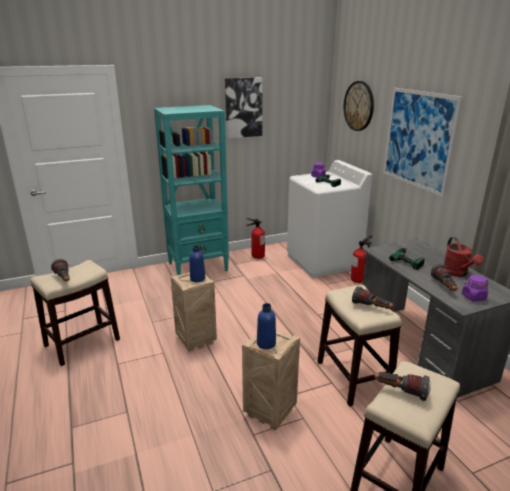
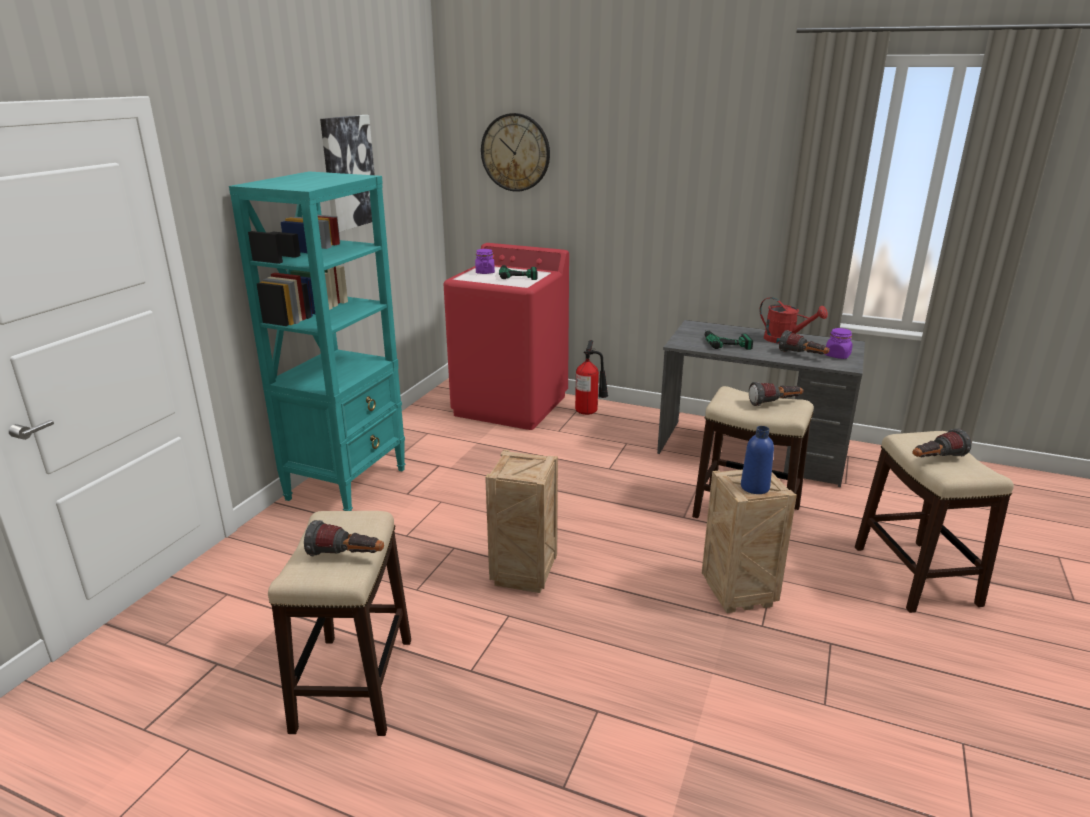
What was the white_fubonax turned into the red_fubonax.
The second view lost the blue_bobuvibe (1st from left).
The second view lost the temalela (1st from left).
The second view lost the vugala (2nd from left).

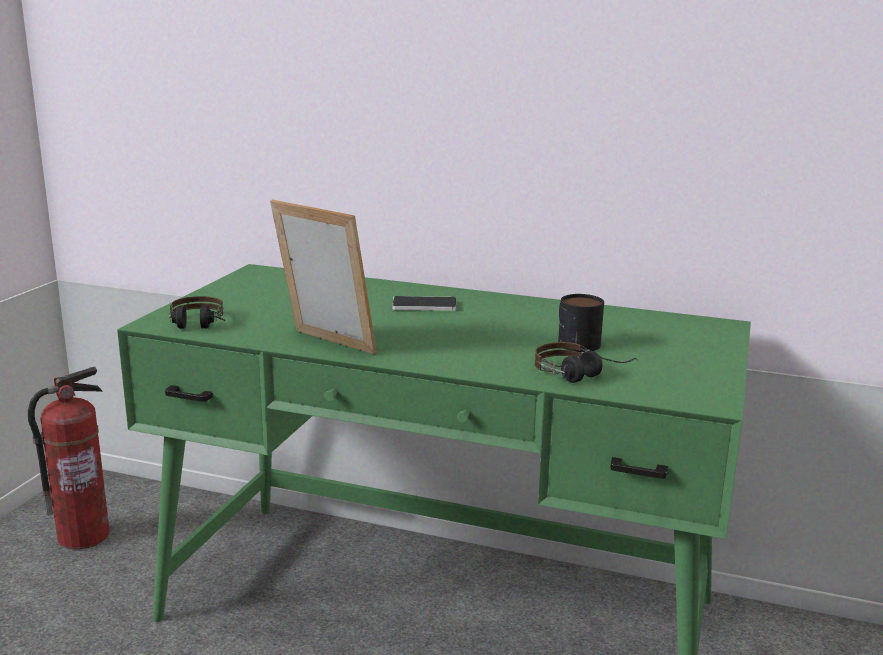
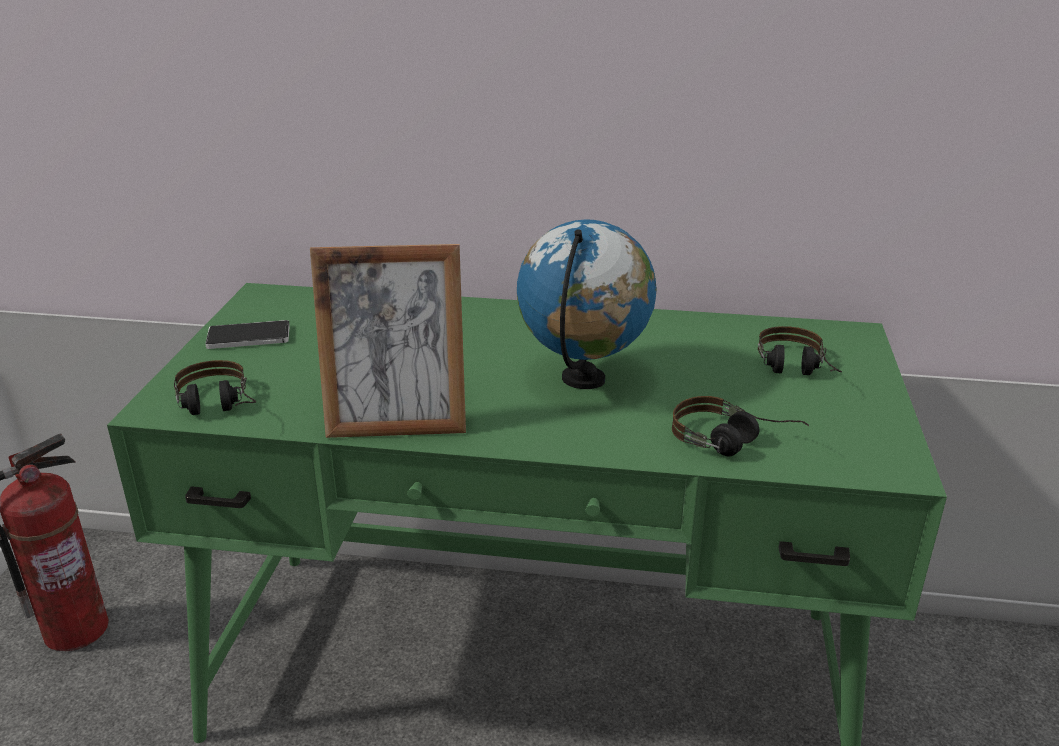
The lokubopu ended up elsewhere.
The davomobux ended up facing another way, 150 degrees clockwise from before.
The second view gained the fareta.
The second view gained the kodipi (3rd from left).
The second view lost the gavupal.

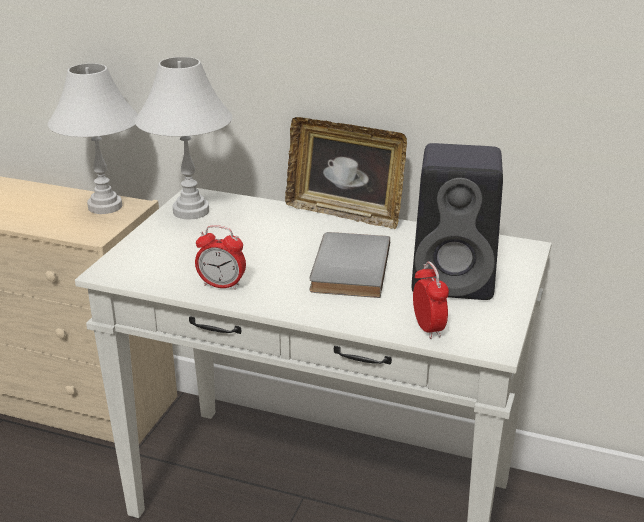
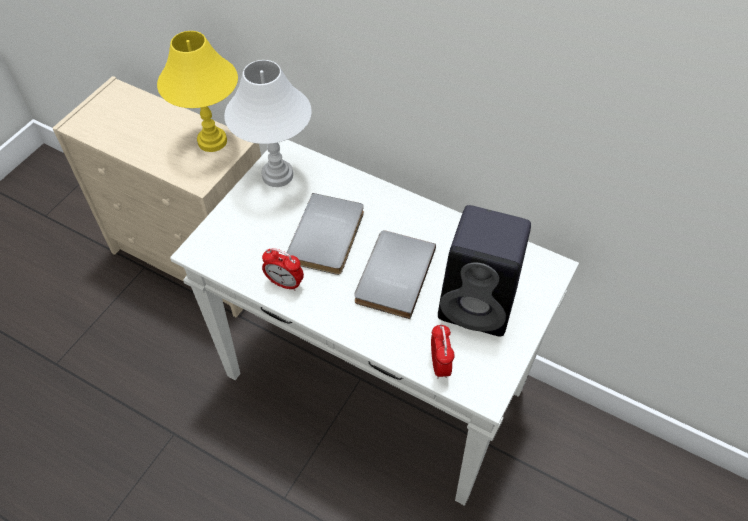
What was the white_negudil (1st from left) turned into the yellow_negudil.
The second view gained the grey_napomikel (1st from left).
The second view lost the davomobux.

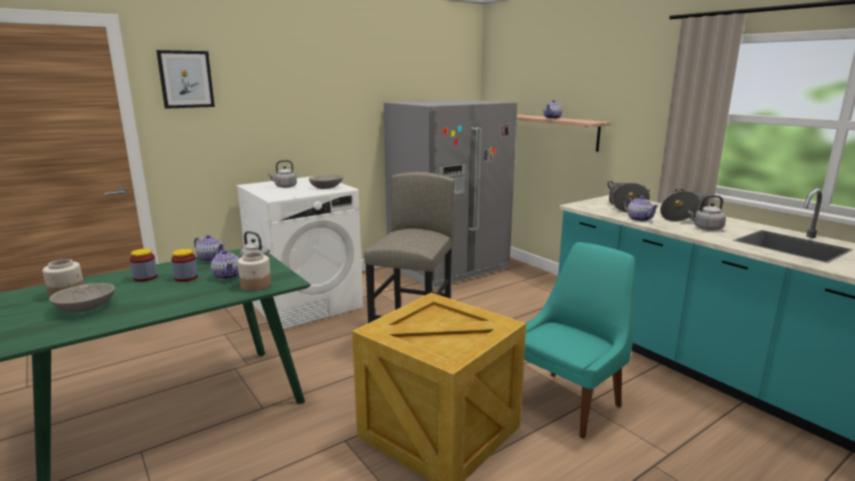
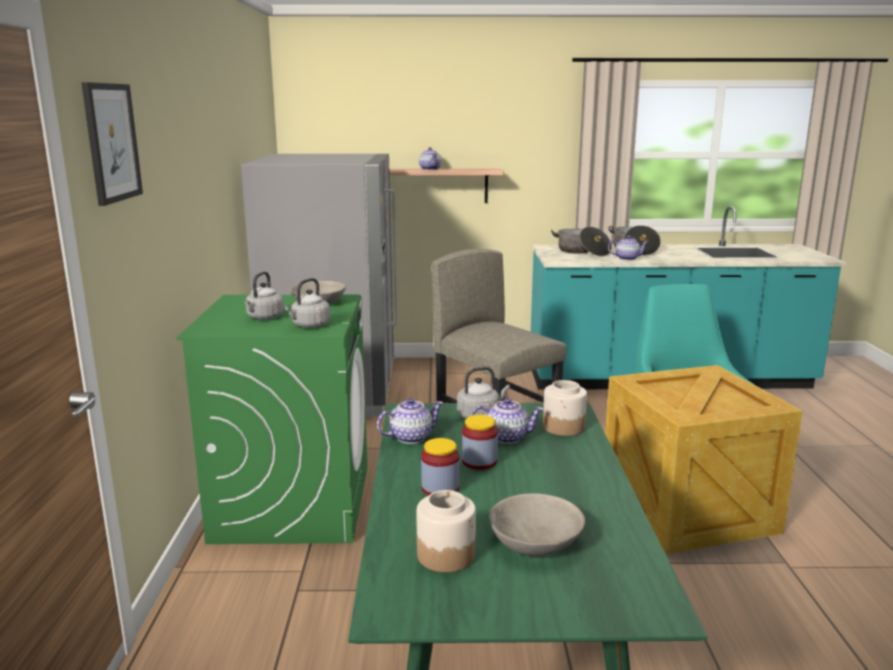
What was the white_fubonax turned into the green_fubonax.
The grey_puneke (3rd from left in the first image) ended up elsewhere.

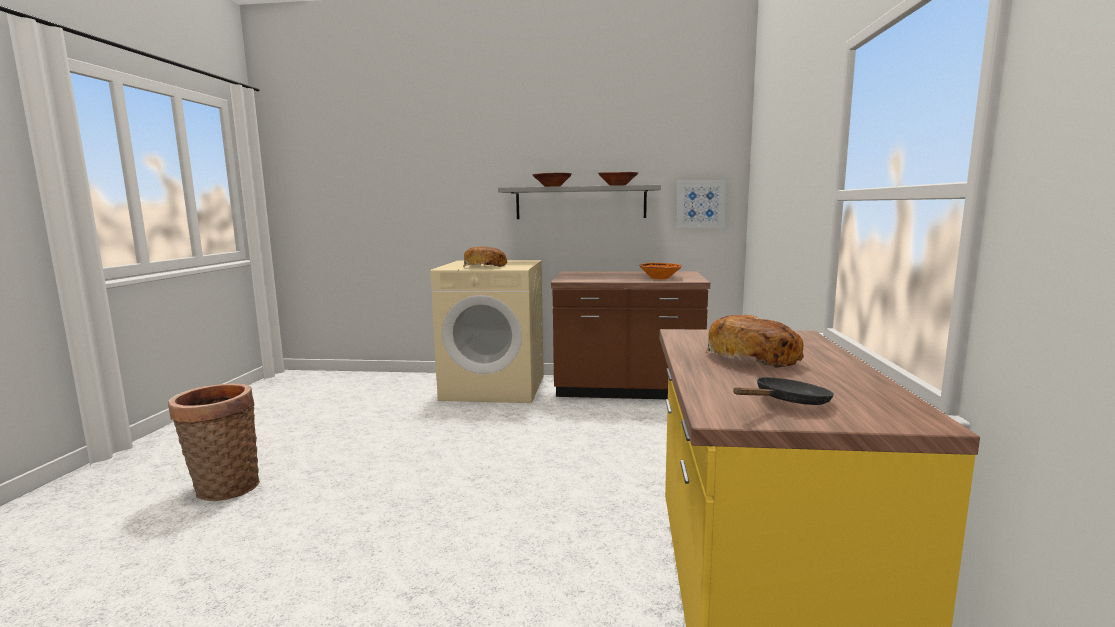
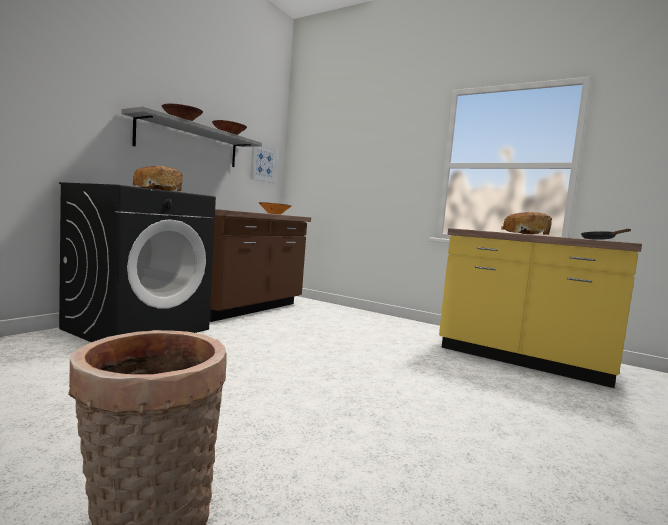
What was the beige_fubonax turned into the black_fubonax.

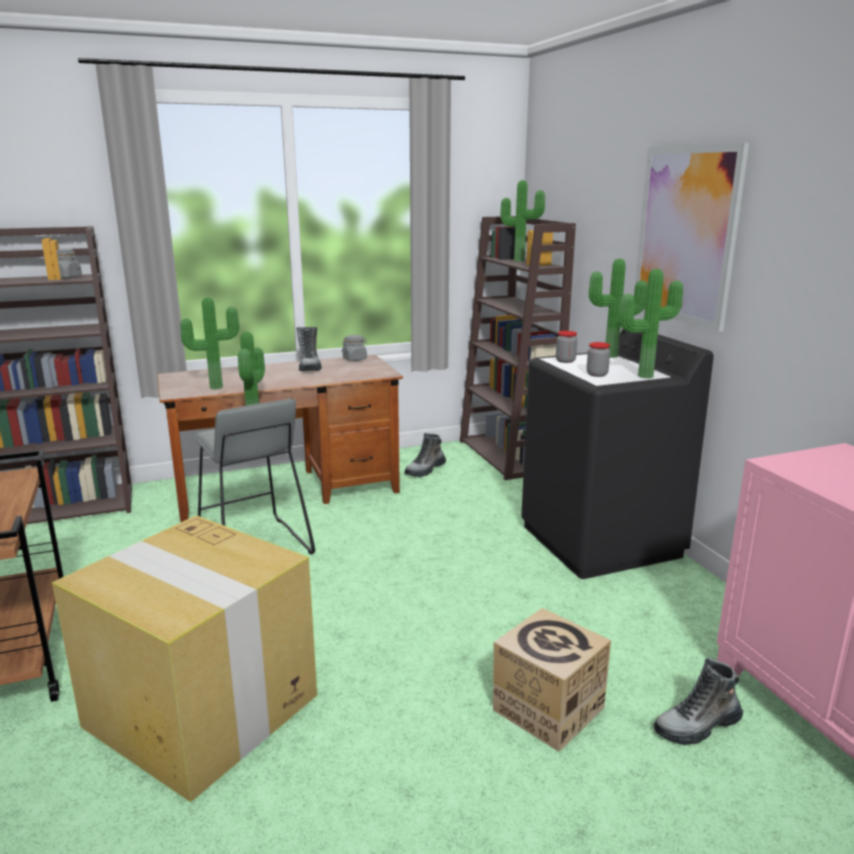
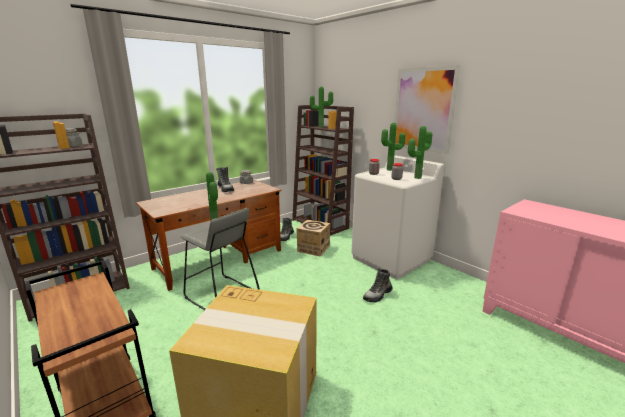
The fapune (2nd from left) ended up elsewhere.
What was the black_fubonax turned into the white_fubonax.
The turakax (3rd from left) ended up elsewhere.
The second view lost the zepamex (1st from left).

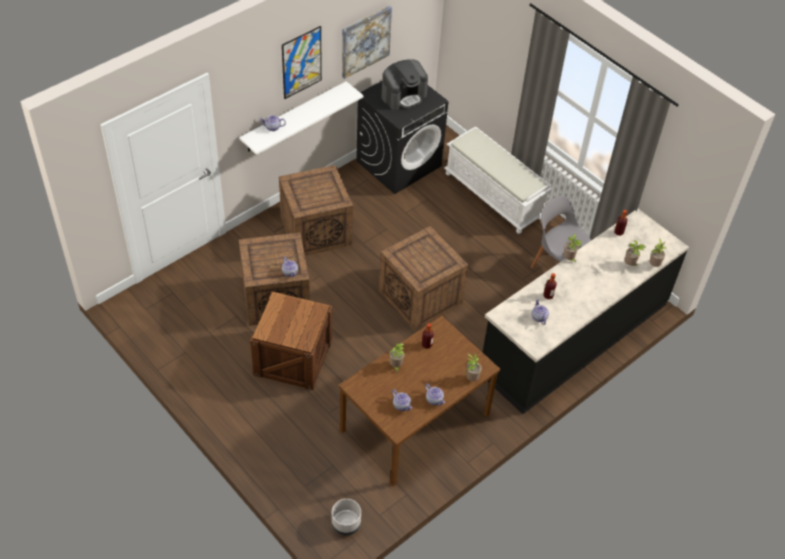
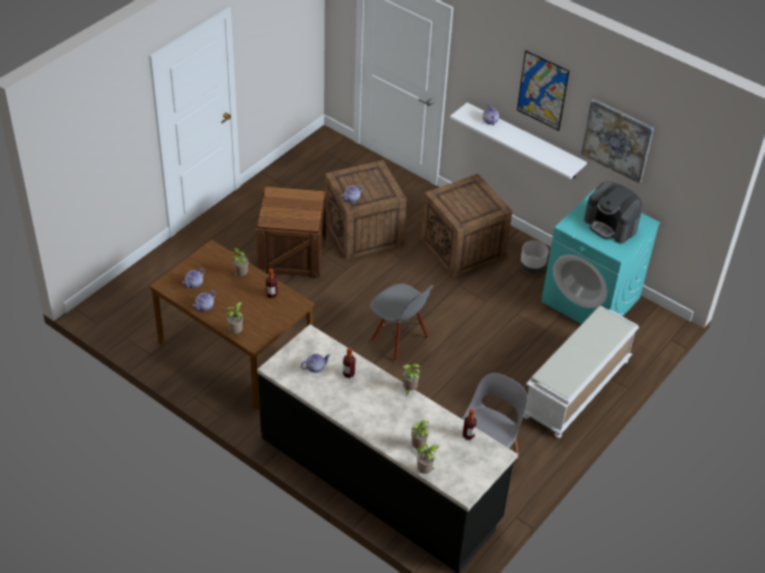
Where the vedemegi (4th from left) stood, the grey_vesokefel (1st from left) came to stand.
The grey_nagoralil ended up elsewhere.
What was the black_fubonax turned into the turquoise_fubonax.

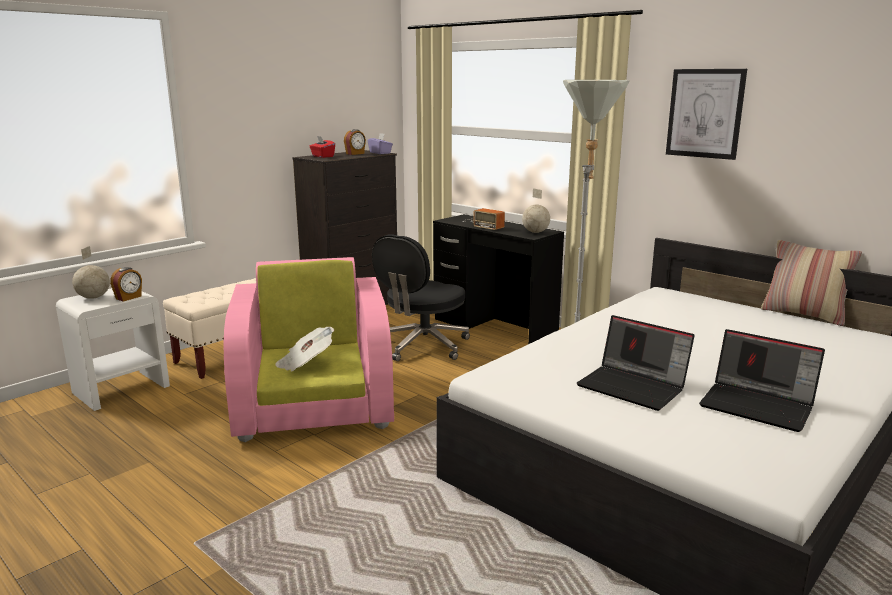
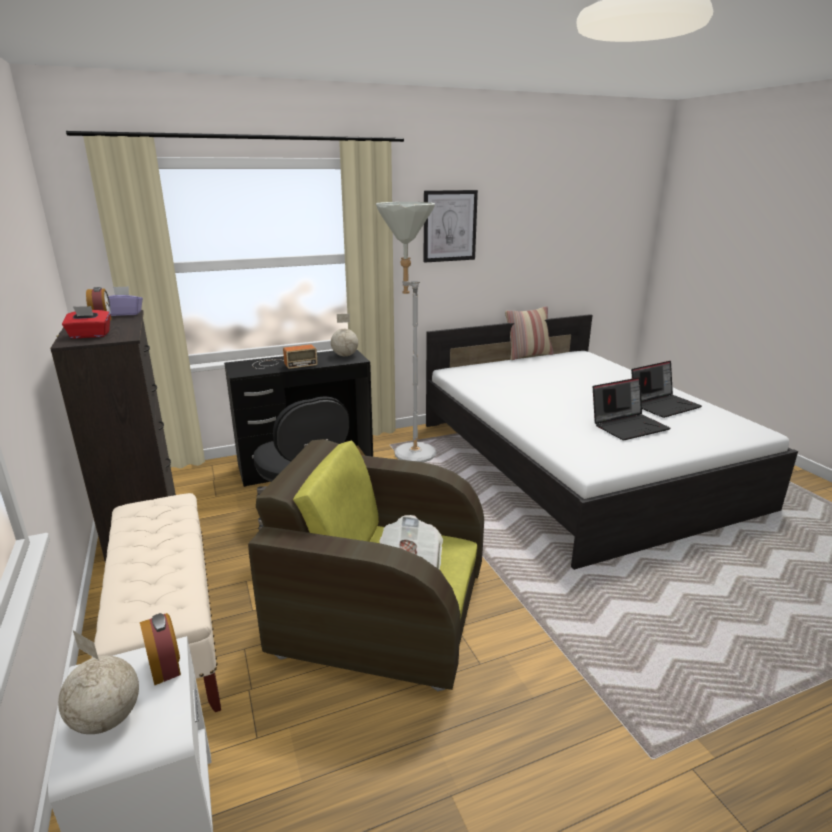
What was the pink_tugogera turned into the brown_tugogera.

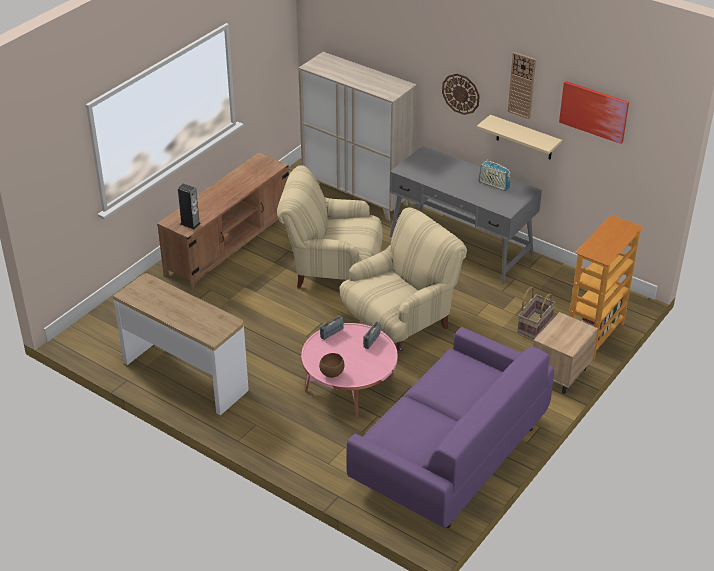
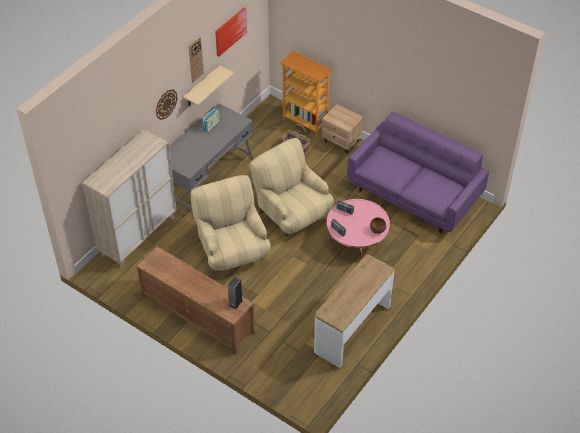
The beige_tugogera (1st from left) ended up facing another way, 150 degrees clockwise from before.

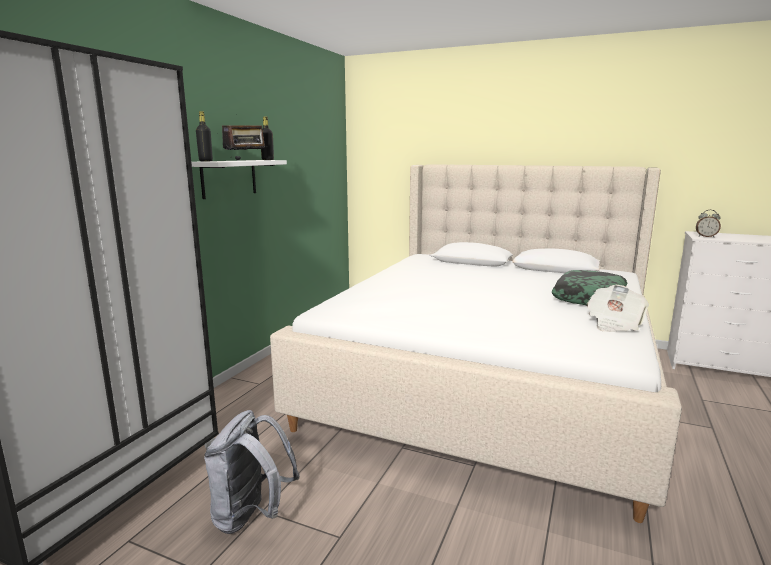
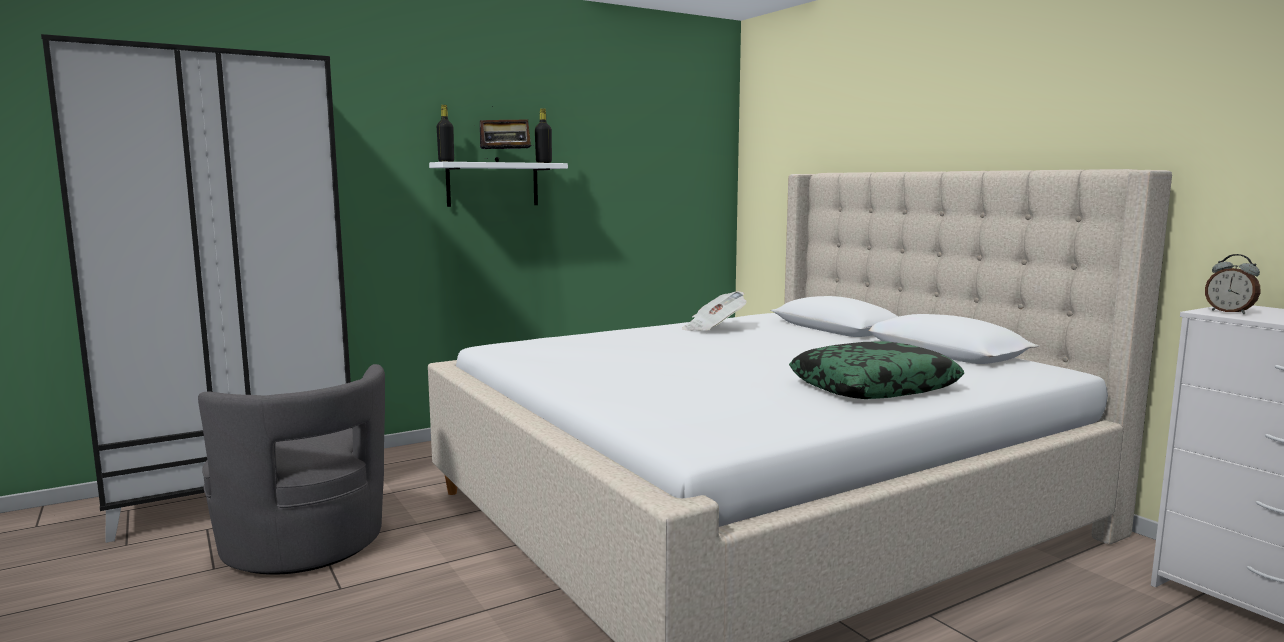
Where the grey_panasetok stood, the grey_tugogera came to stand.
The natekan ended up elsewhere.

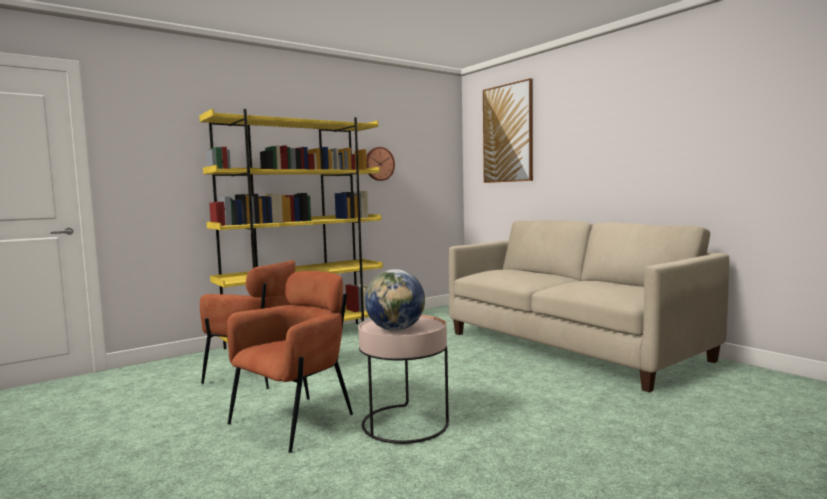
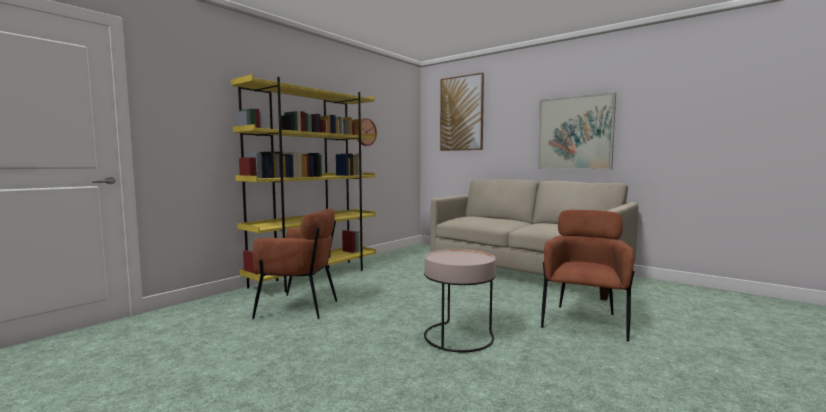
The second view gained the vugala (2nd from left).
The brown_tugogera (2nd from left) ended up elsewhere.
The second view lost the fareta.

